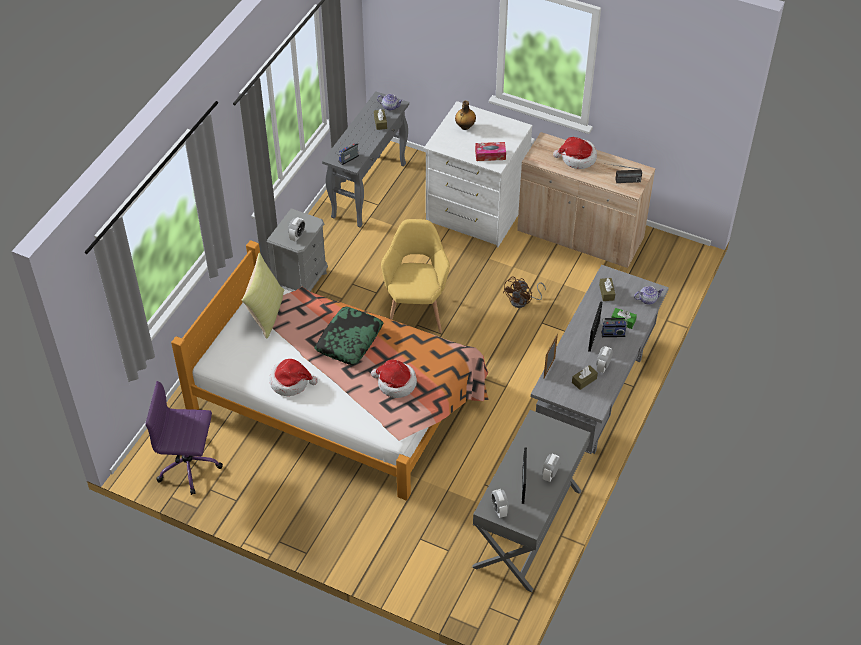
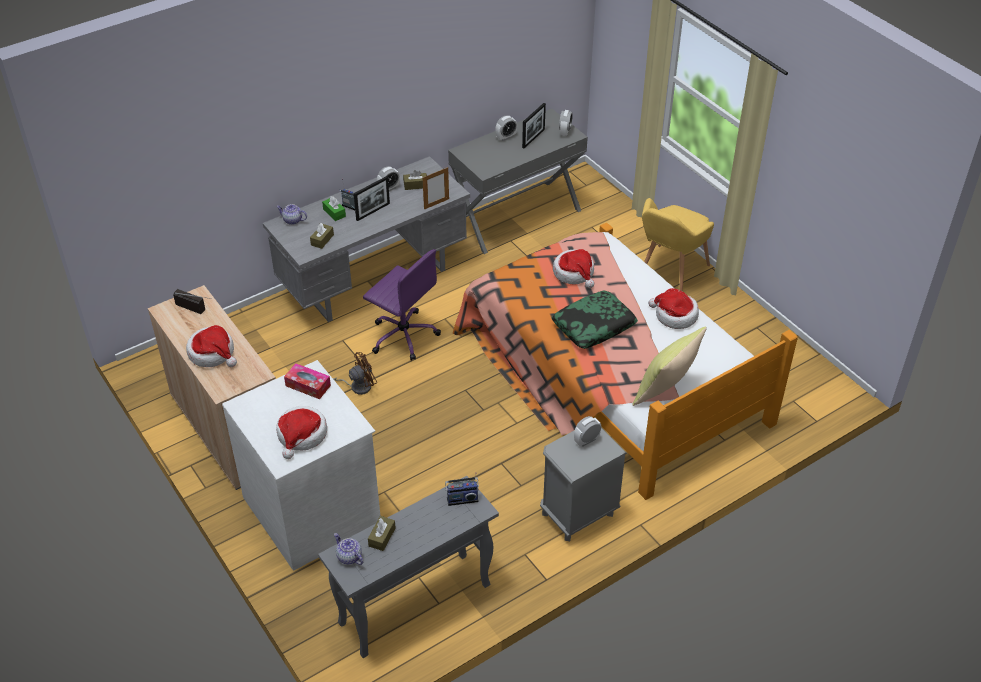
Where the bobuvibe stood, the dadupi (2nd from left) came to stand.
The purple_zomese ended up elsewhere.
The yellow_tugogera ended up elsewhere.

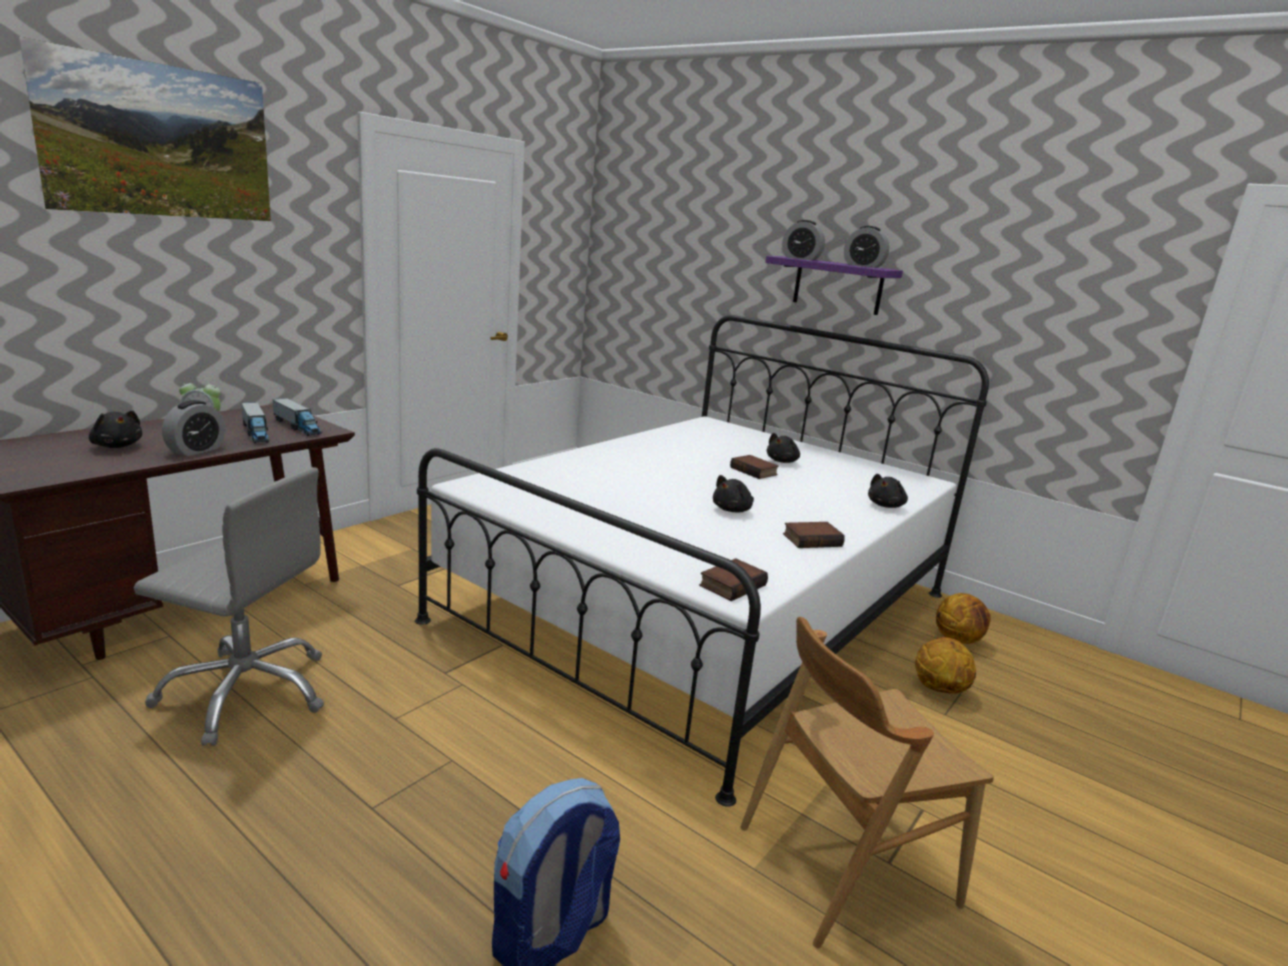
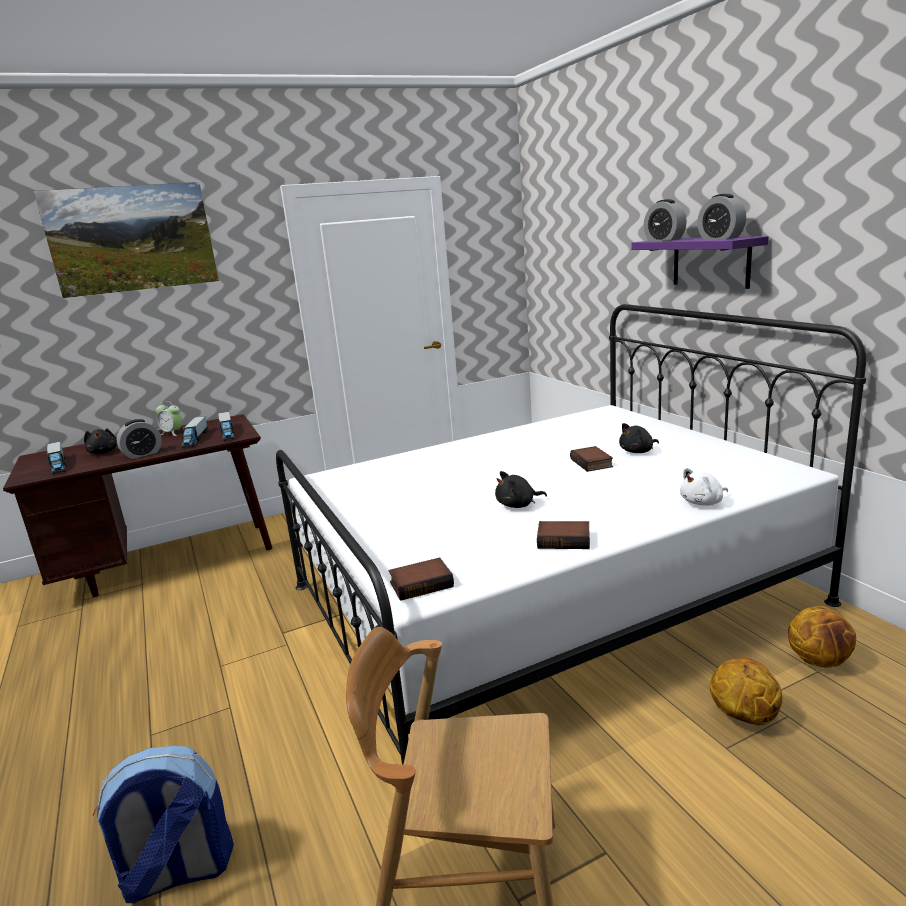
The second view gained the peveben (1st from left).
What was the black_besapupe (4th from left) turned into the white_besapupe.
The second view lost the grey_zomese.

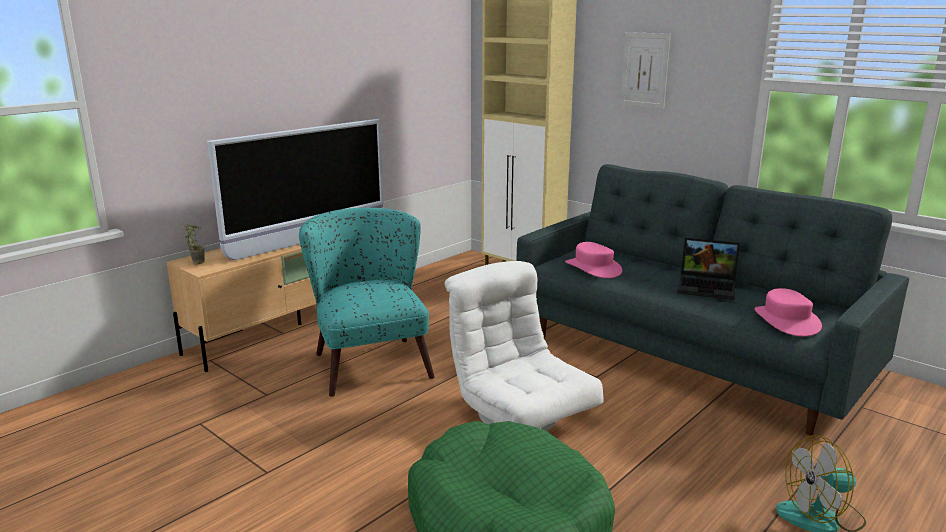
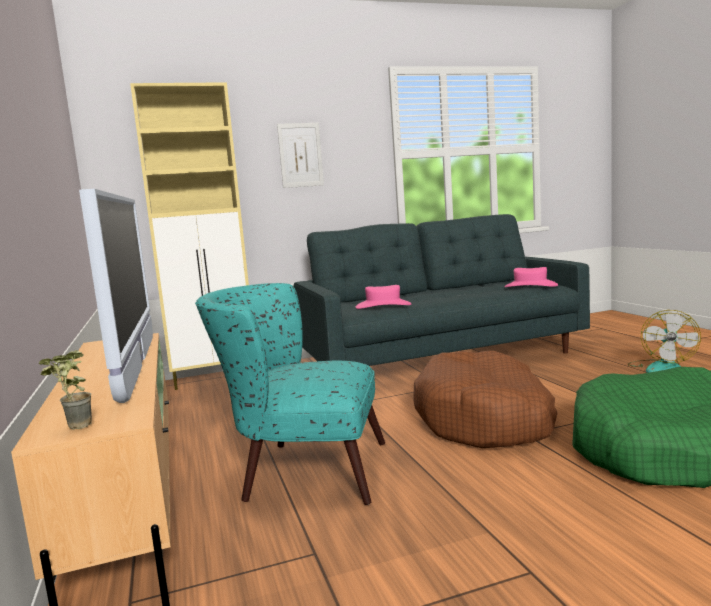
Where the white_tugogera stood, the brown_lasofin came to stand.
The second view lost the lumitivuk.

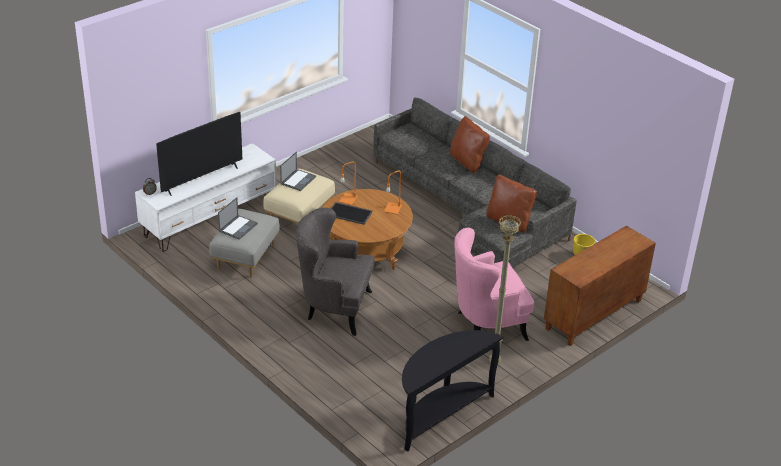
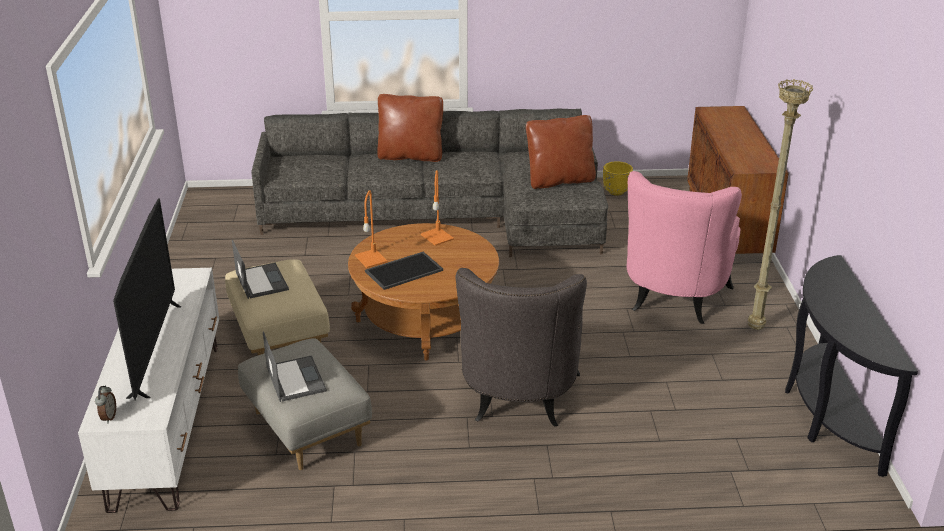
The grey_tugogera ended up facing another way, 45 degrees counterclockwise from before.

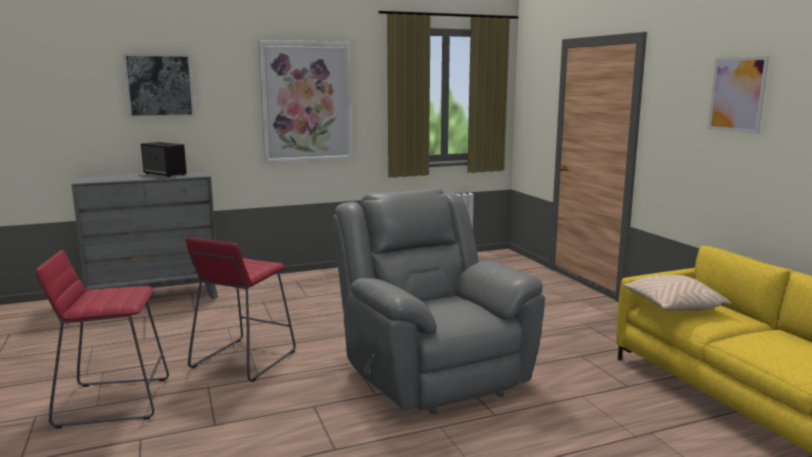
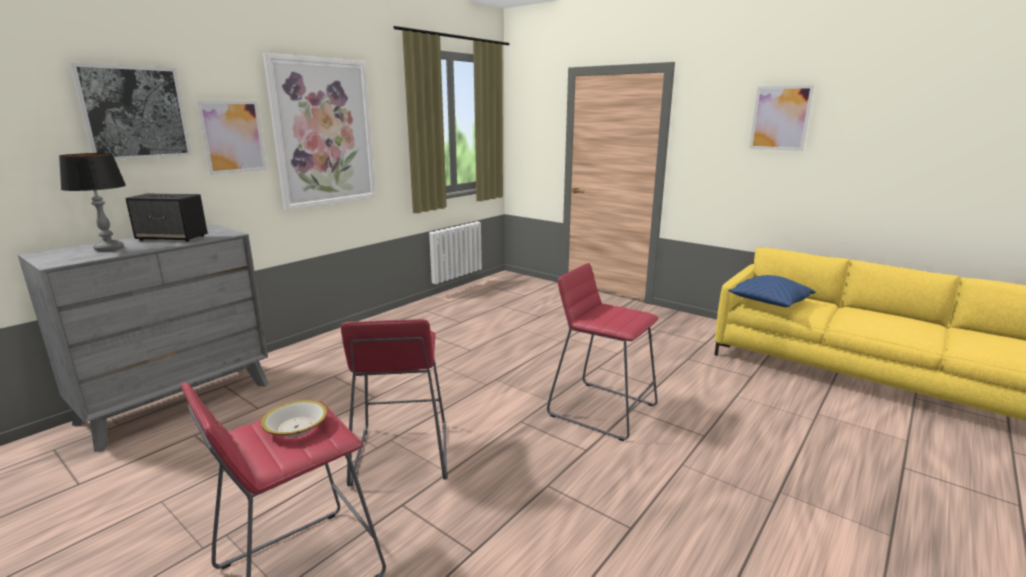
The second view gained the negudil.
The second view gained the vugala (2nd from left).
The second view gained the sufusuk.
Where the grey_tugogera stood, the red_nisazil (3rd from left) came to stand.
What was the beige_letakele turned into the blue_letakele.

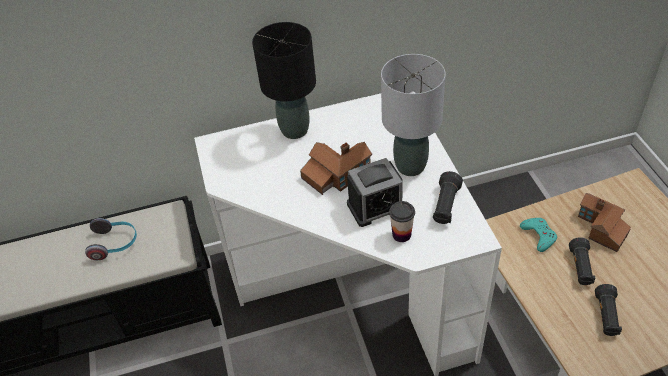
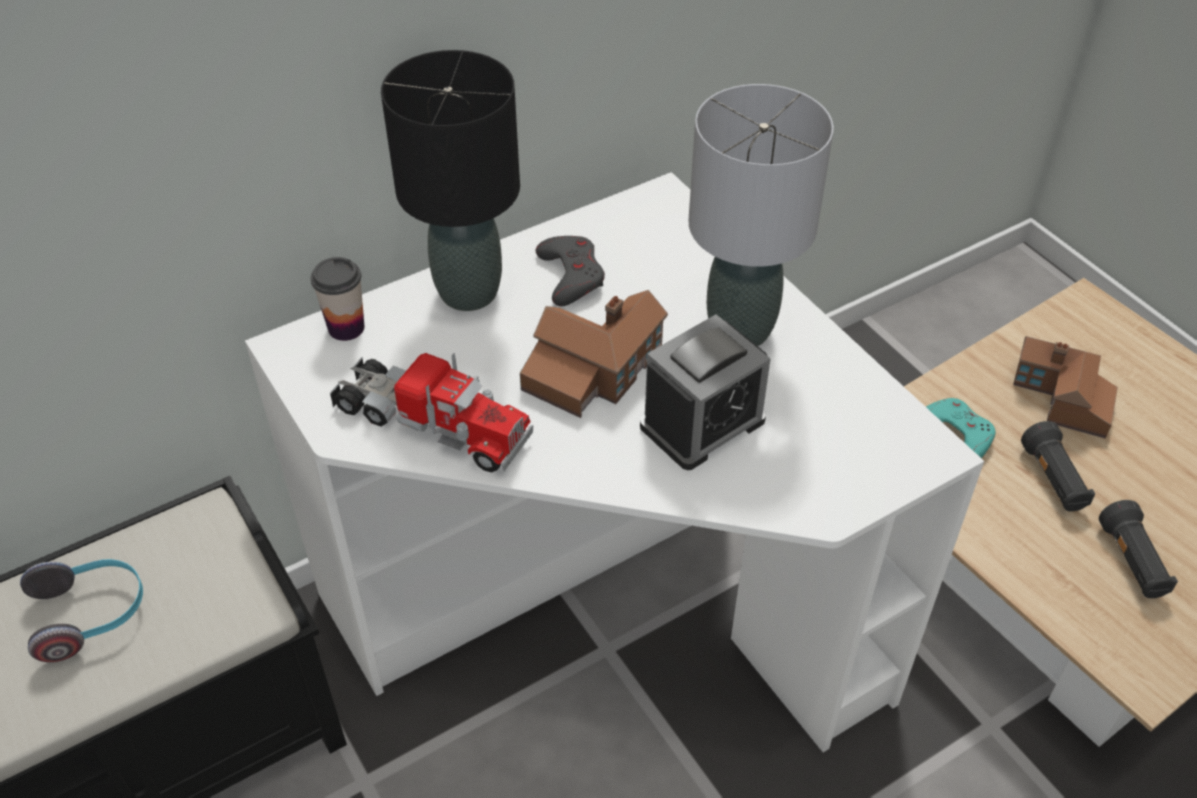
The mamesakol ended up elsewhere.
The second view gained the peveben.
The second view gained the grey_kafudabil.
The second view lost the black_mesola (1st from left).

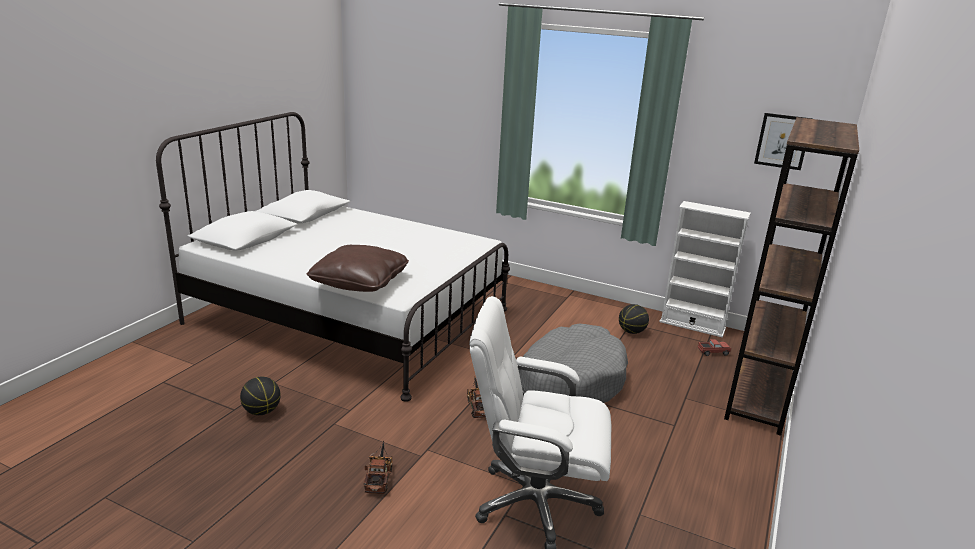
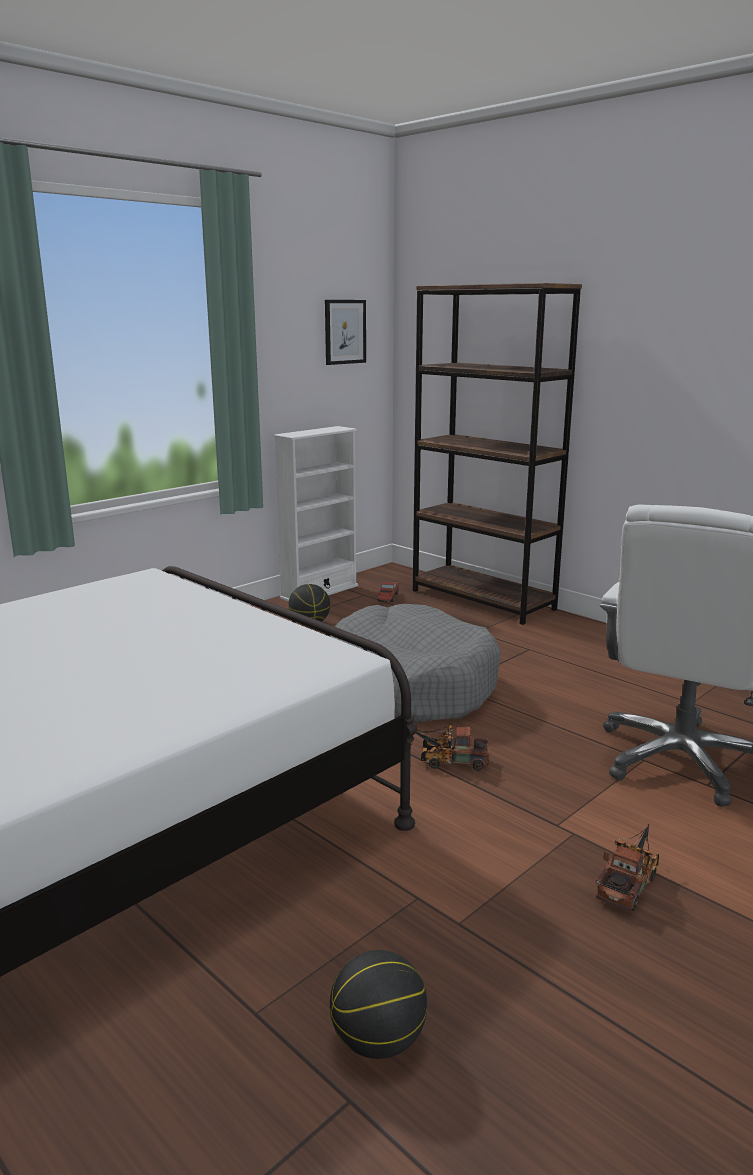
The peveben (1st from left in the first image) ended up facing another way, 105 degrees clockwise from before.
The second view lost the brown_letakele.

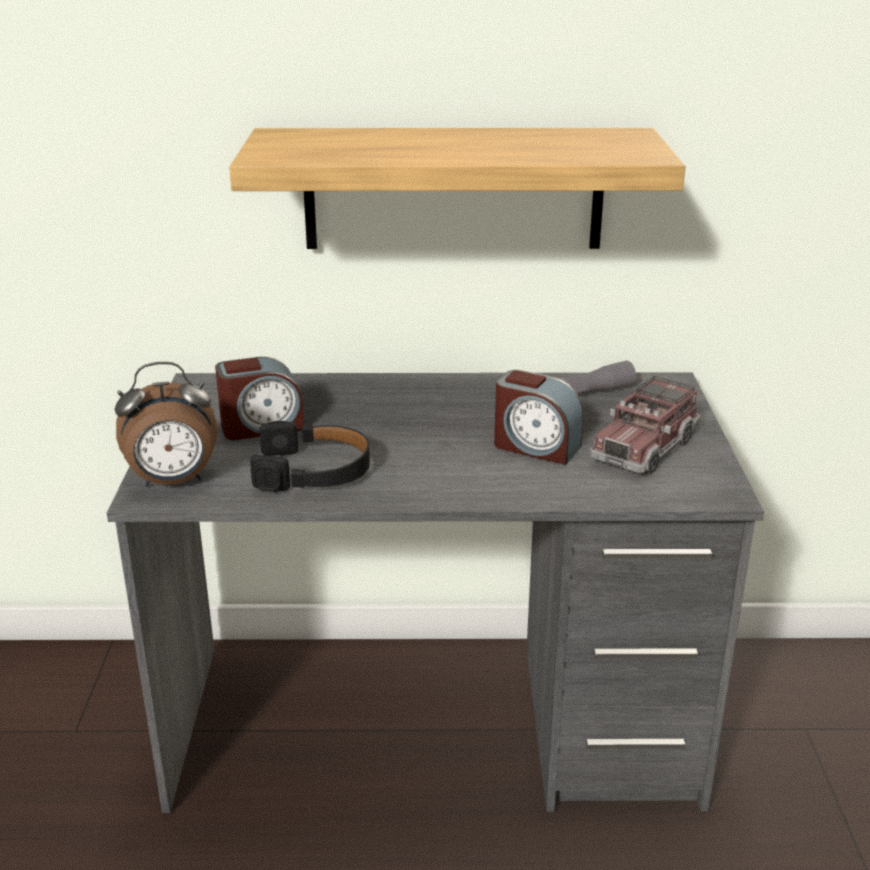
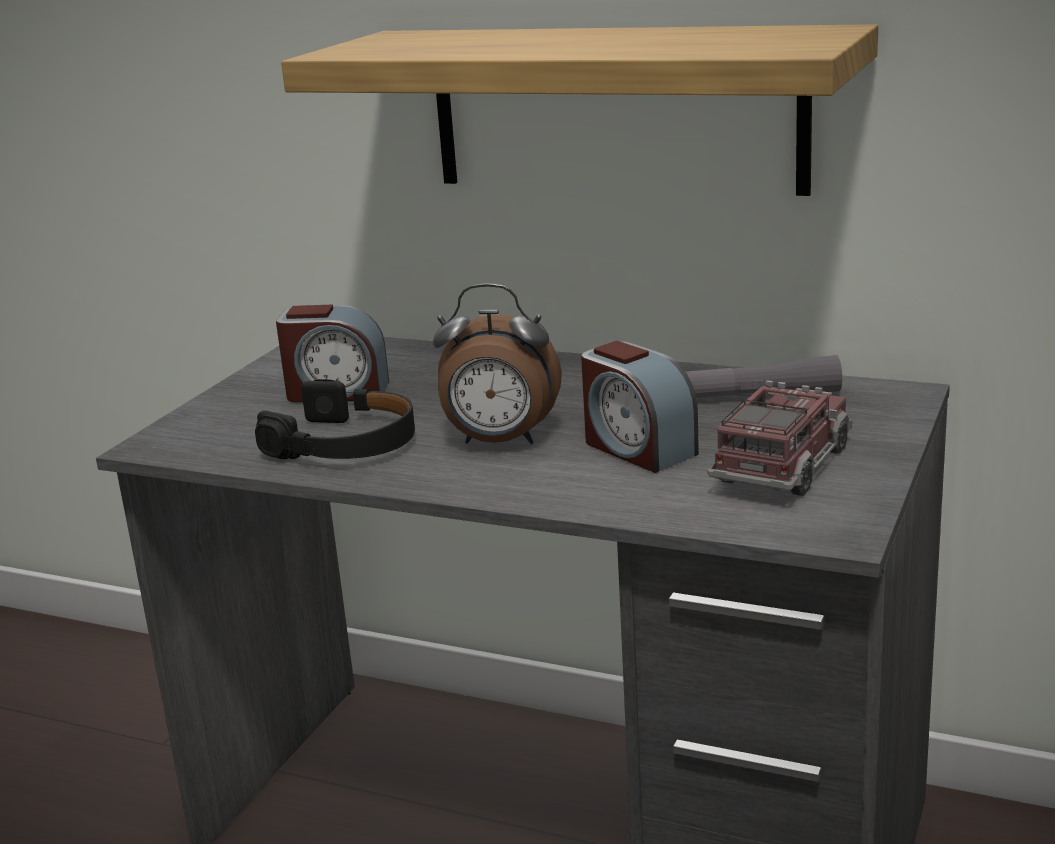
The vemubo (1st from left in the first image) ended up elsewhere.
The peveben ended up facing another way, 150 degrees clockwise from before.

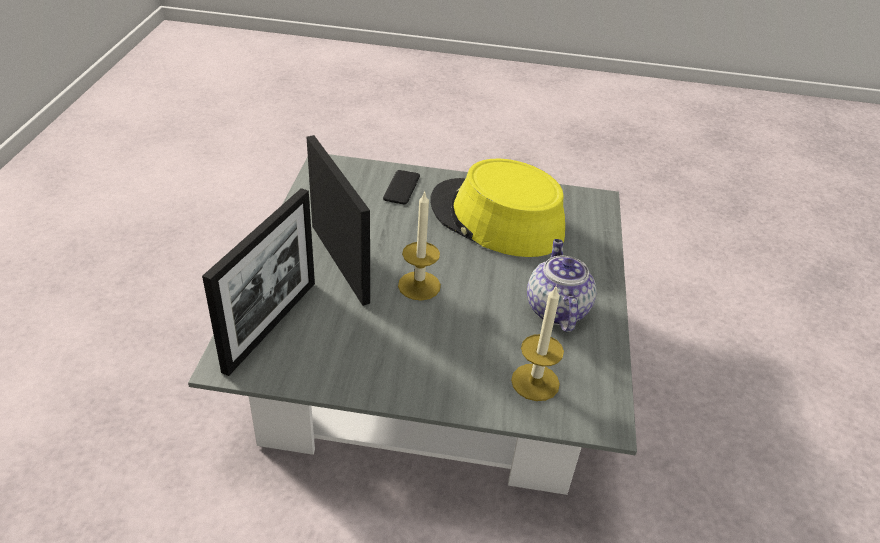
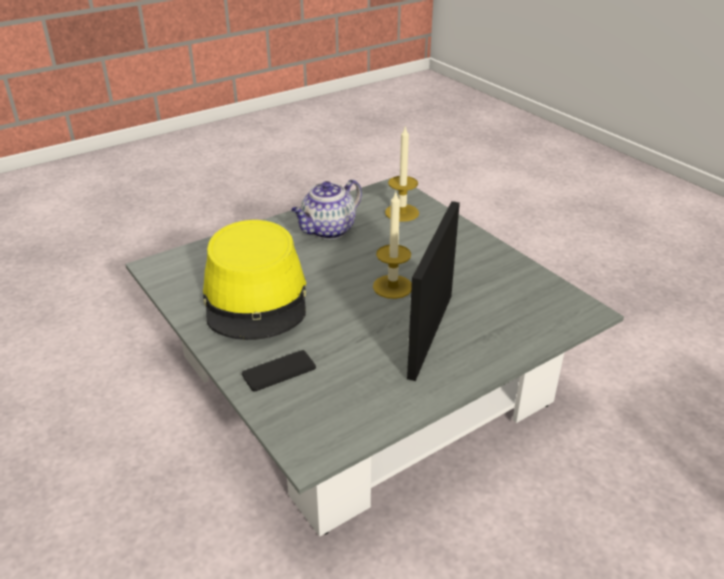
The second view lost the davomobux (1st from left).

